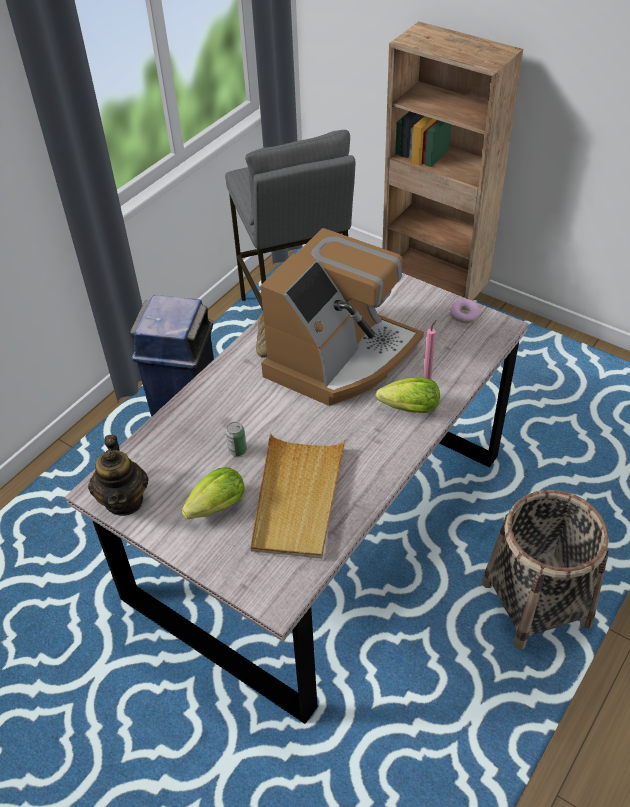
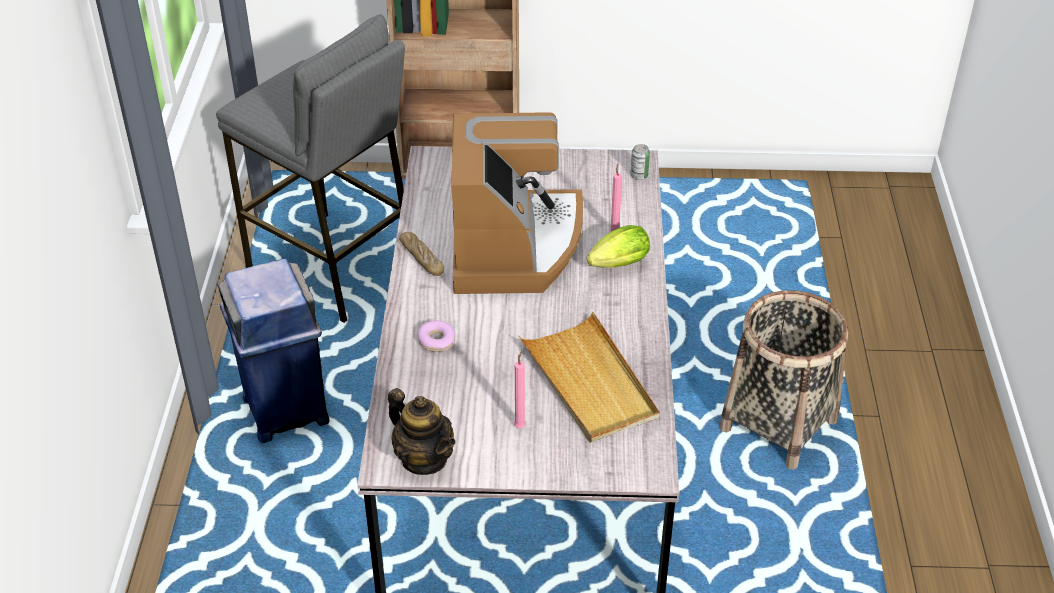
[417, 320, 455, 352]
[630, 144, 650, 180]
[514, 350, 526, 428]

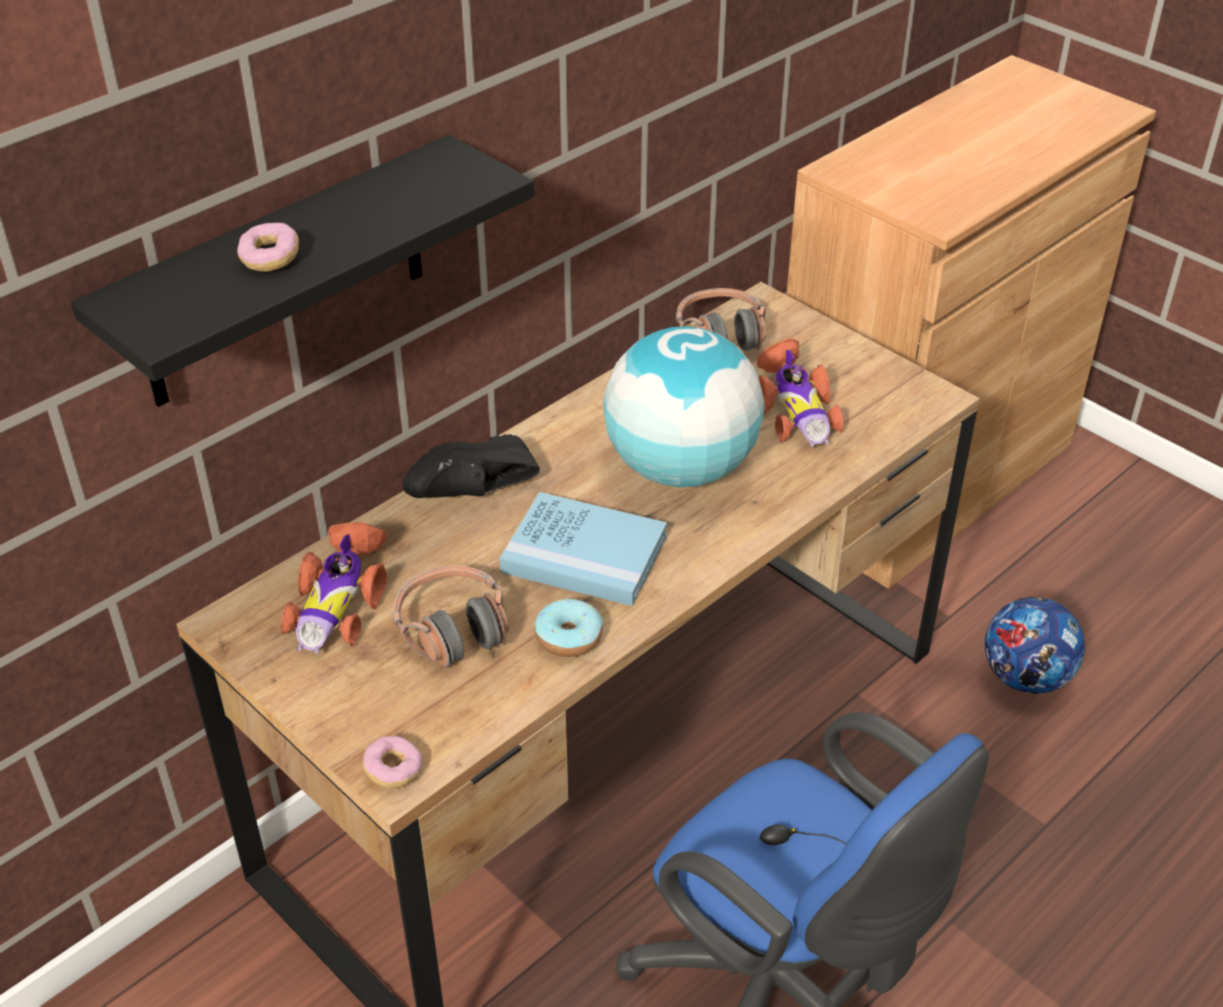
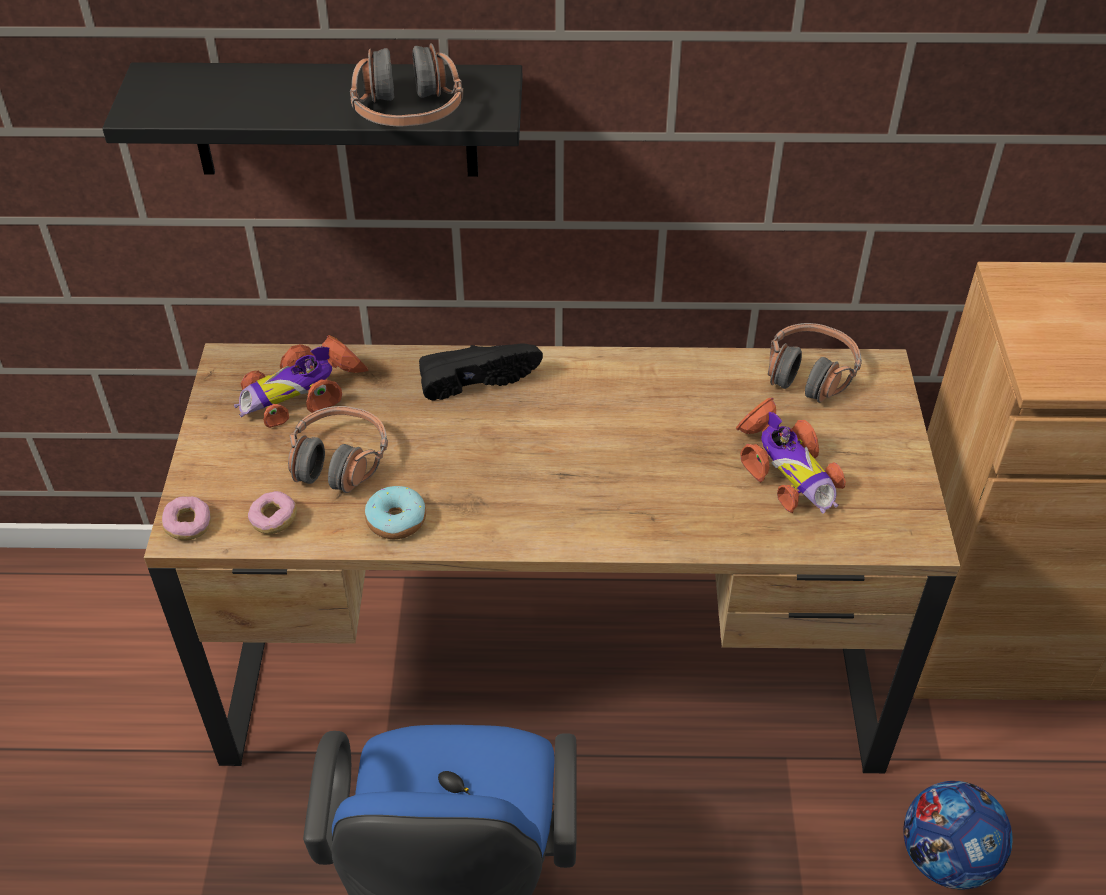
[248, 491, 297, 534]
[603, 326, 764, 487] (first image)
[736, 398, 846, 514]
[419, 343, 543, 401]
[500, 492, 667, 606] (first image)
[350, 43, 463, 126]

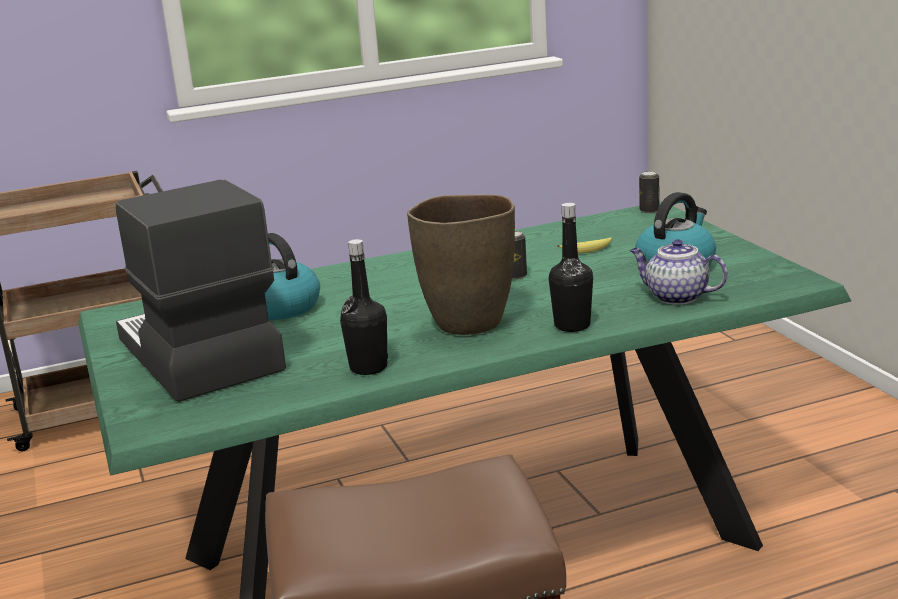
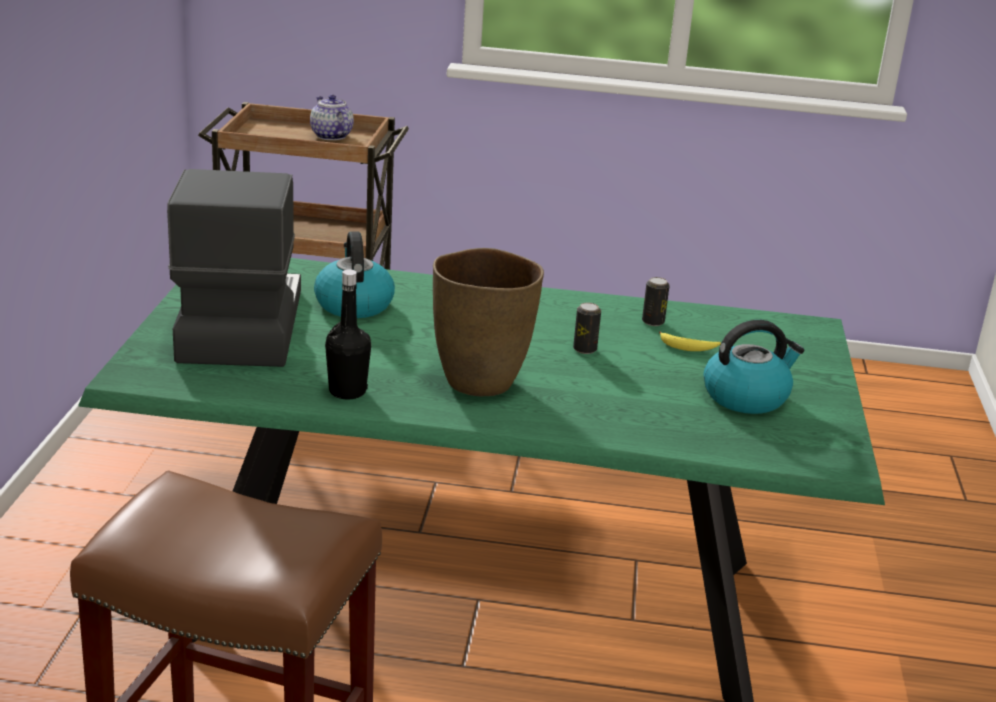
[642, 277, 670, 326]
[549, 203, 593, 332] (first image)
[310, 94, 354, 140]

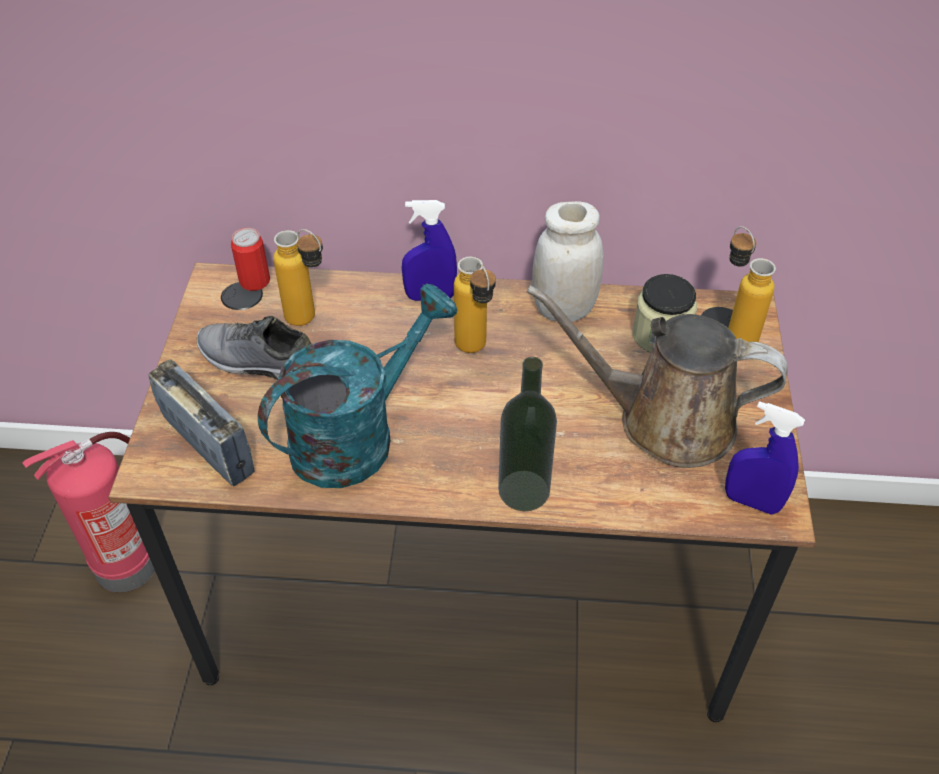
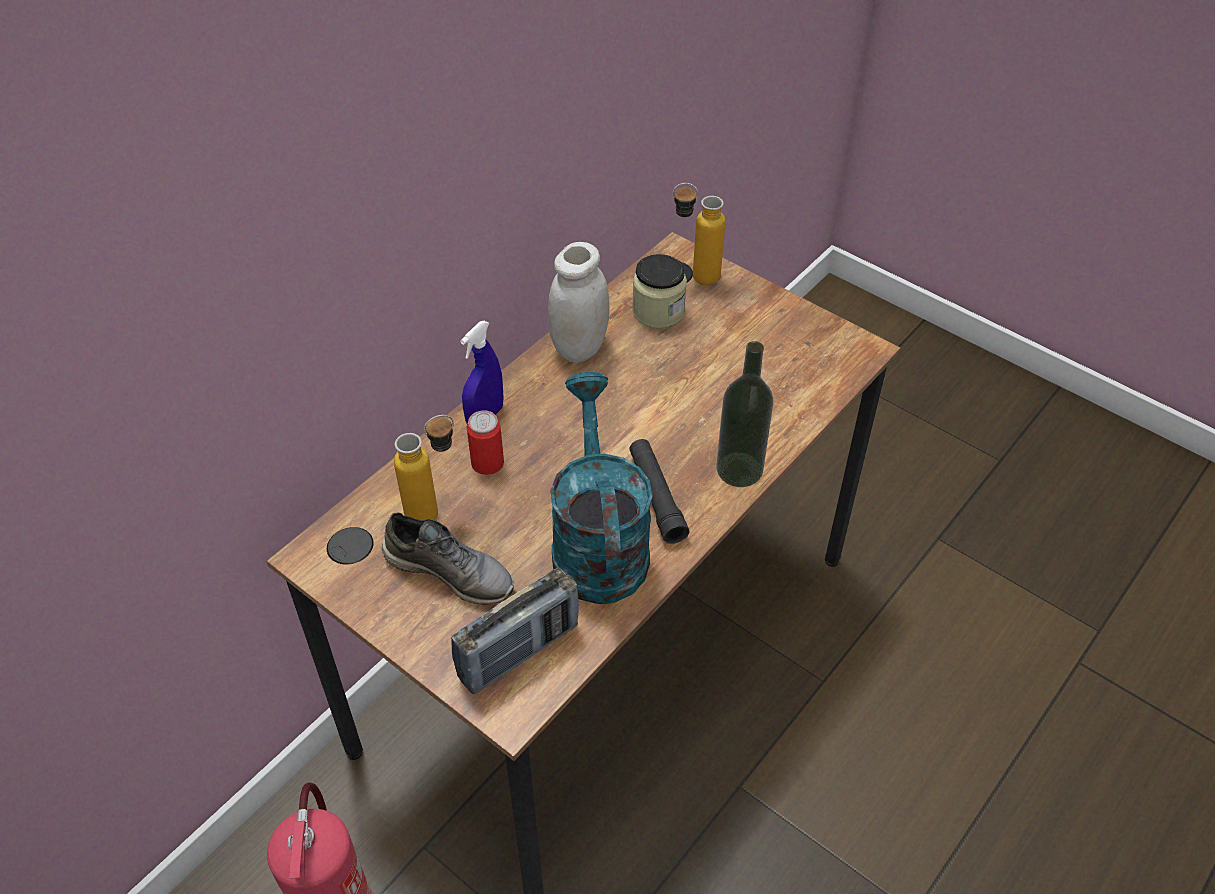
[467, 410, 504, 475]
[454, 256, 496, 353] (first image)
[527, 285, 788, 468] (first image)
[382, 512, 514, 605]
[451, 568, 579, 694]
[725, 401, 805, 515] (first image)
[629, 439, 689, 544]

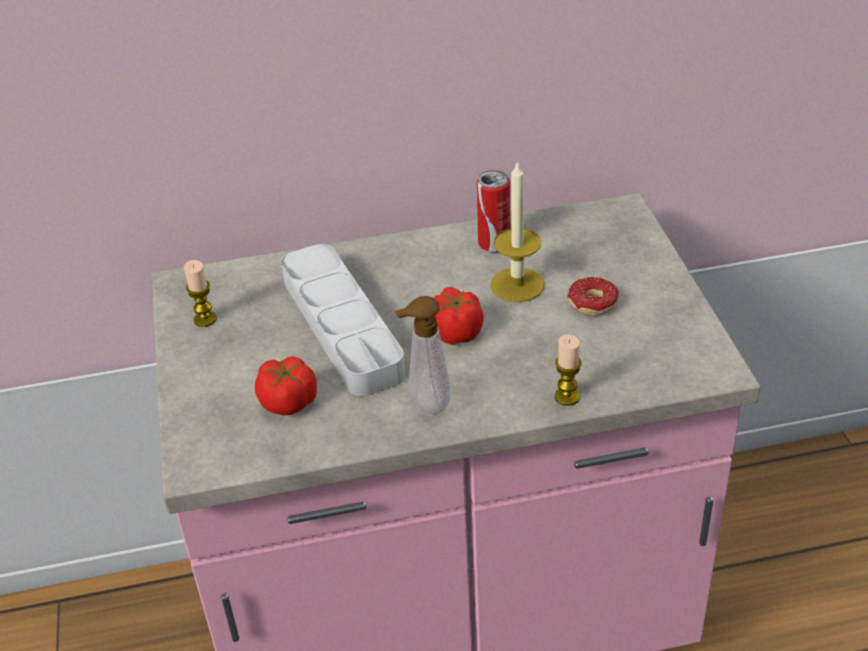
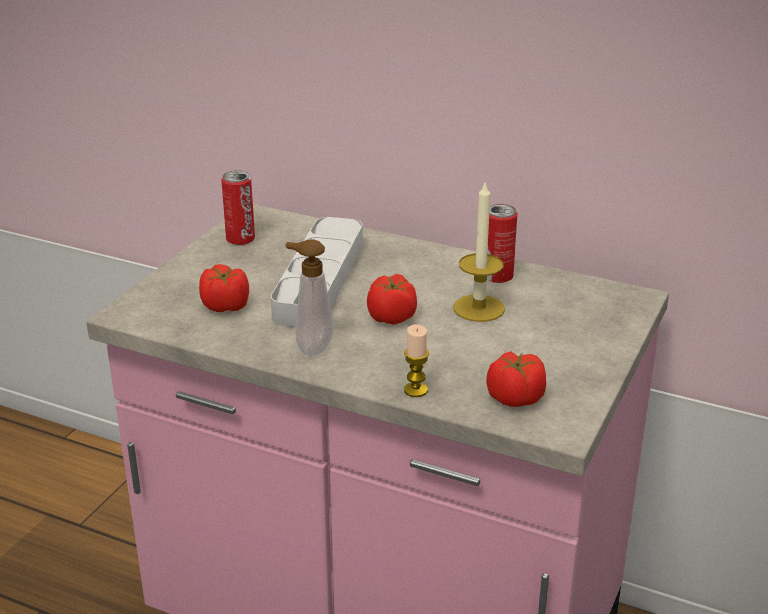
[221, 170, 255, 245]
[567, 277, 619, 316] (first image)
[487, 351, 546, 407]

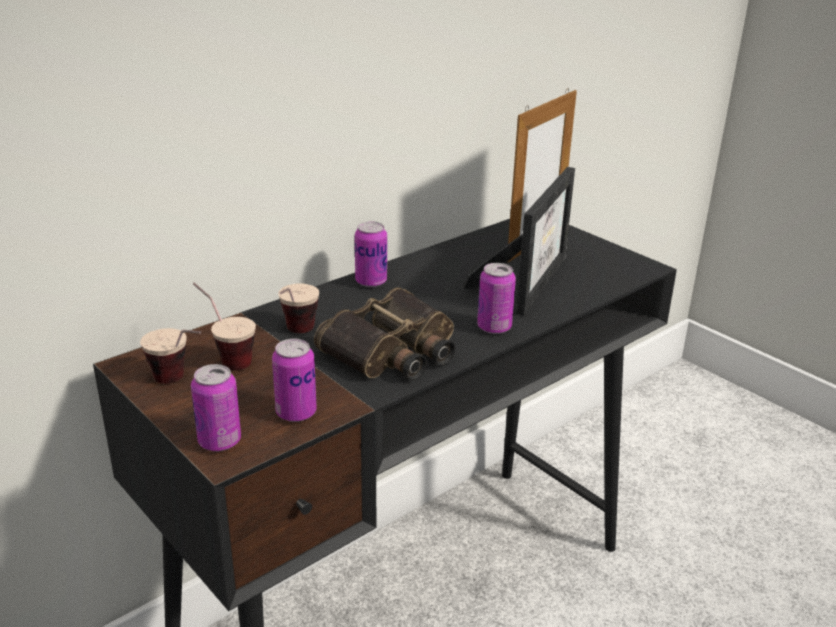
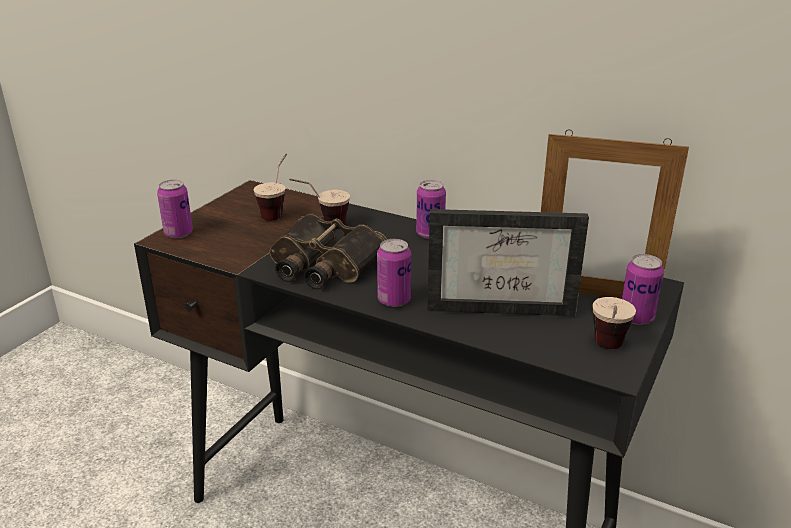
[592, 297, 636, 349]
[622, 254, 664, 325]

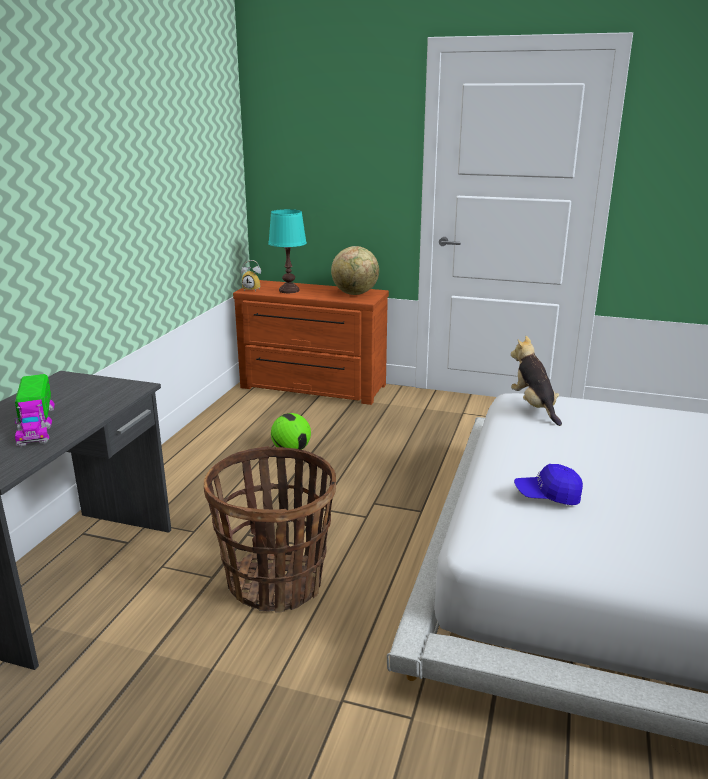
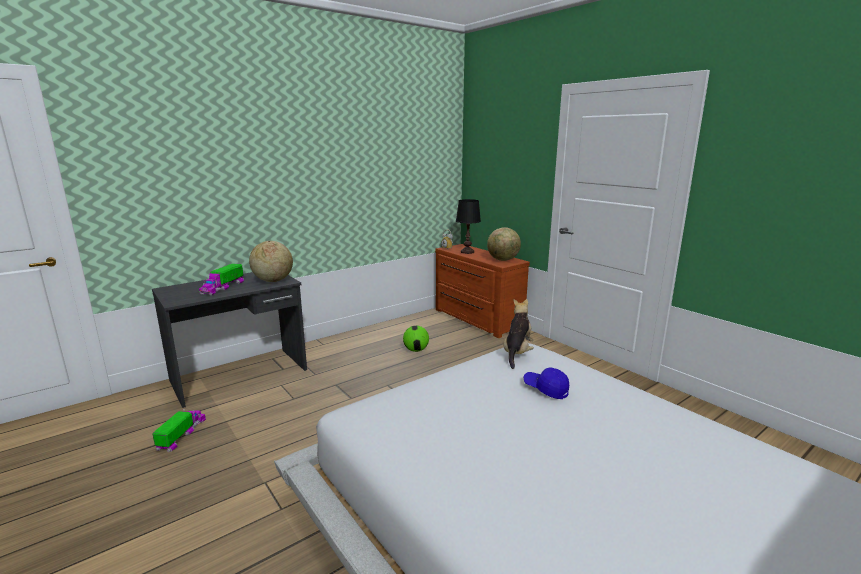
[456, 199, 481, 254]
[204, 446, 336, 613] (first image)
[524, 367, 569, 399]
[249, 241, 293, 282]
[152, 409, 206, 452]

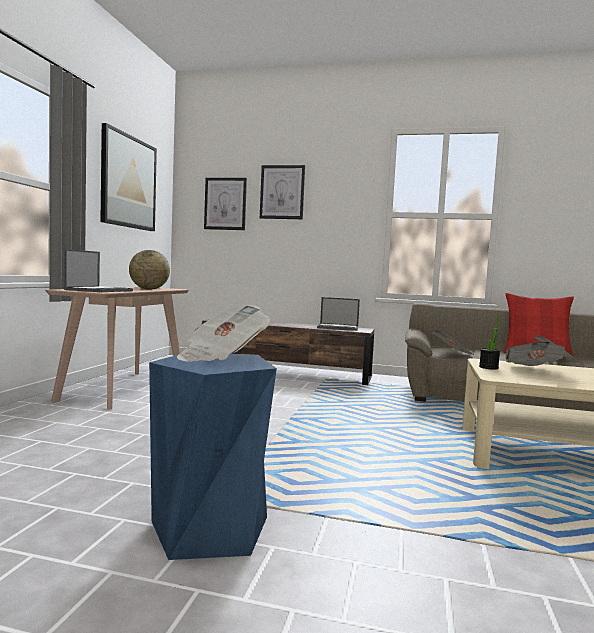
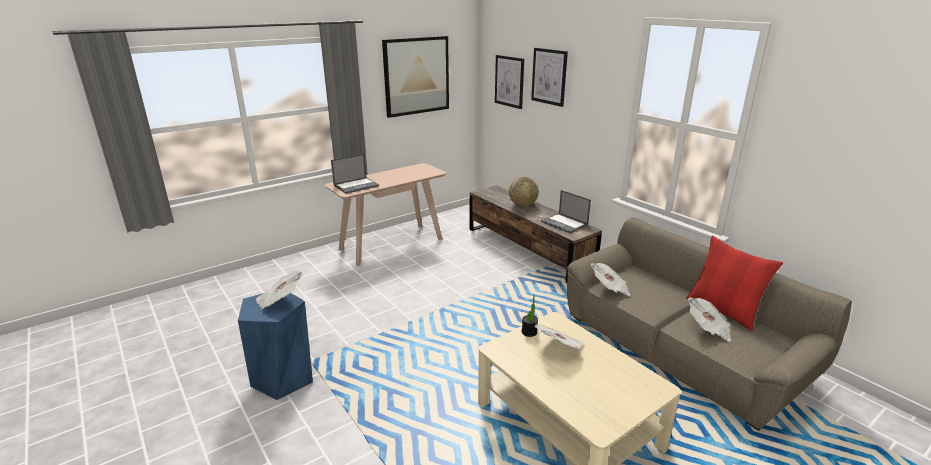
[509, 177, 539, 207]

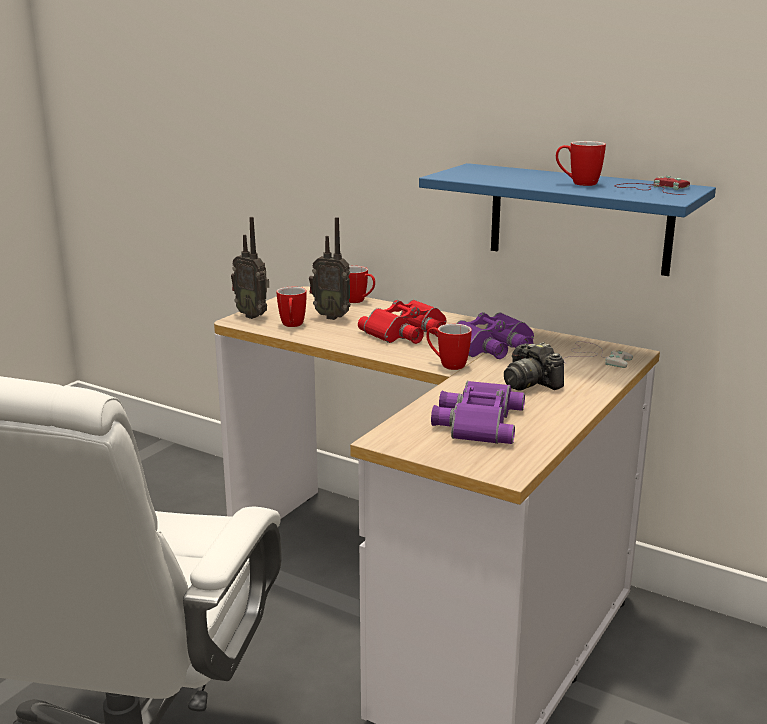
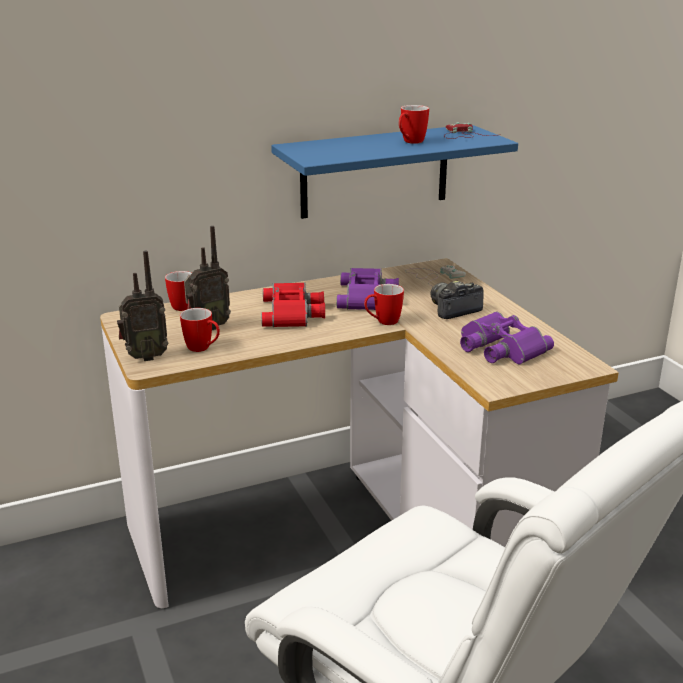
[431, 281, 484, 319]

